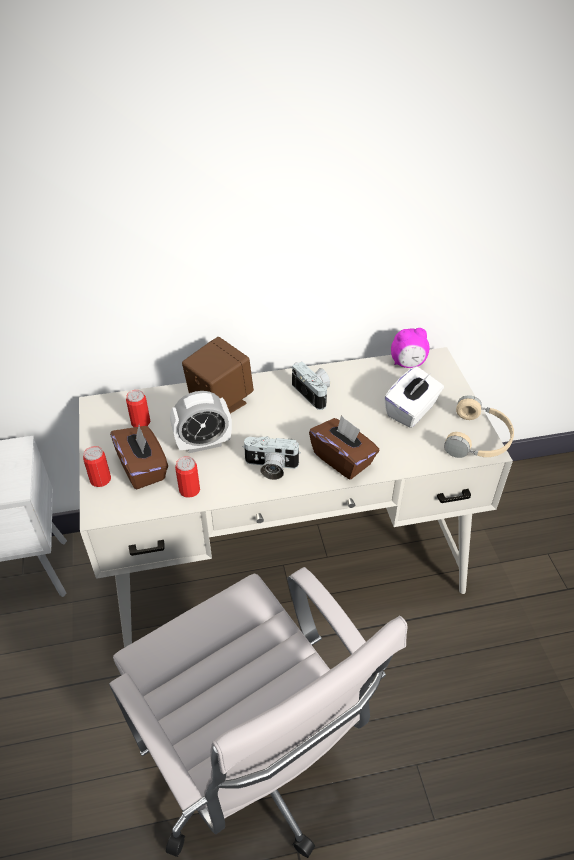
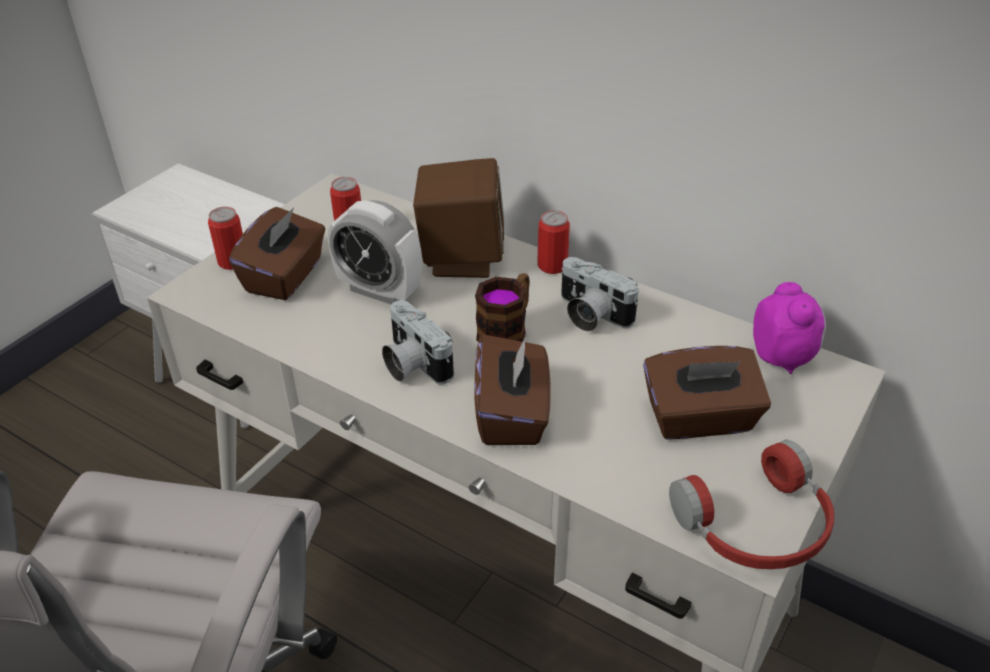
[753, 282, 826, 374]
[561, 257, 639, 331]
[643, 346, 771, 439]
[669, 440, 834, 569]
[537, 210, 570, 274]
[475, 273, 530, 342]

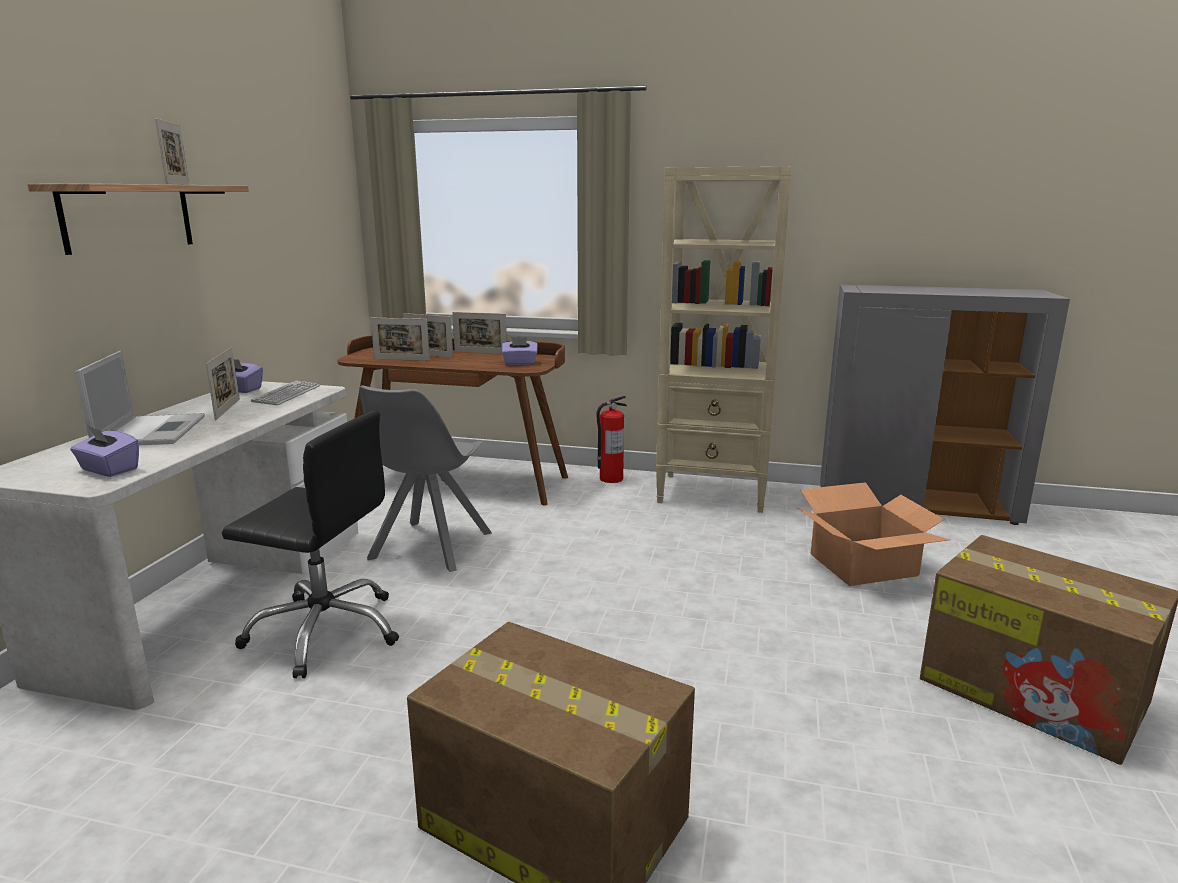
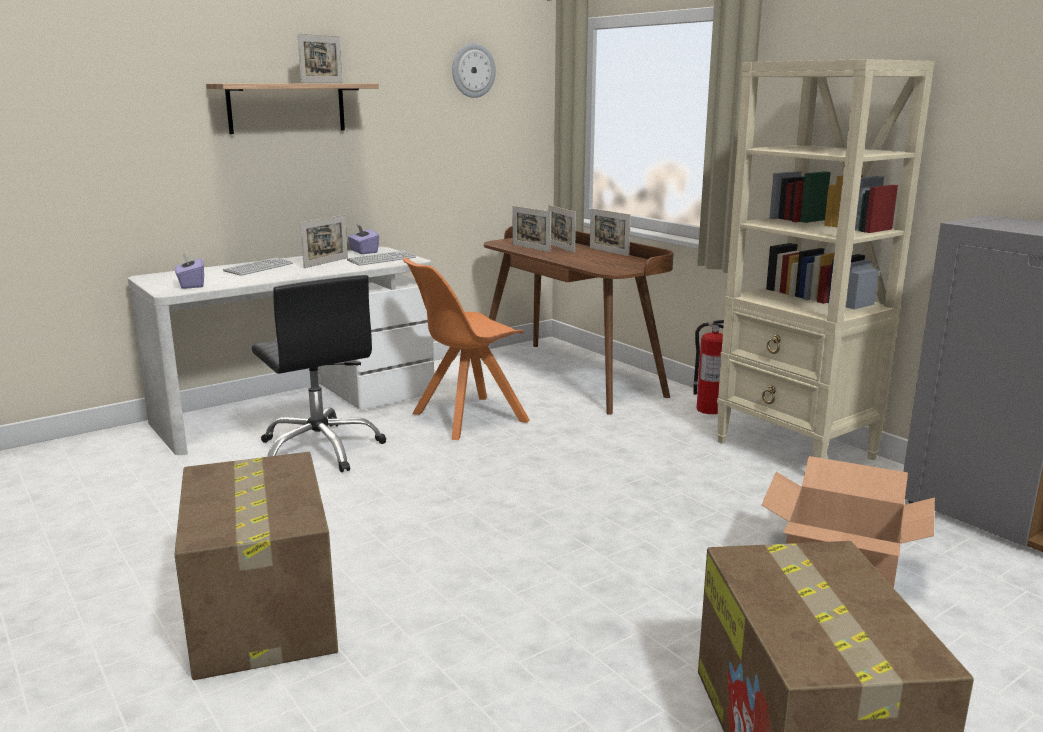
[502, 337, 538, 365] (first image)
[223, 257, 293, 276]
[403, 257, 529, 440]
[452, 43, 496, 98]

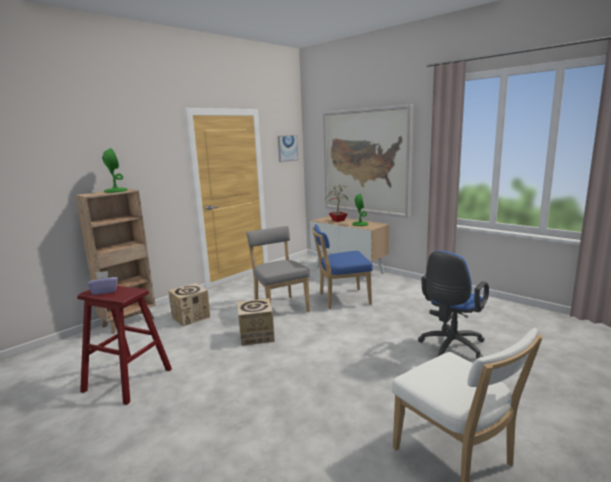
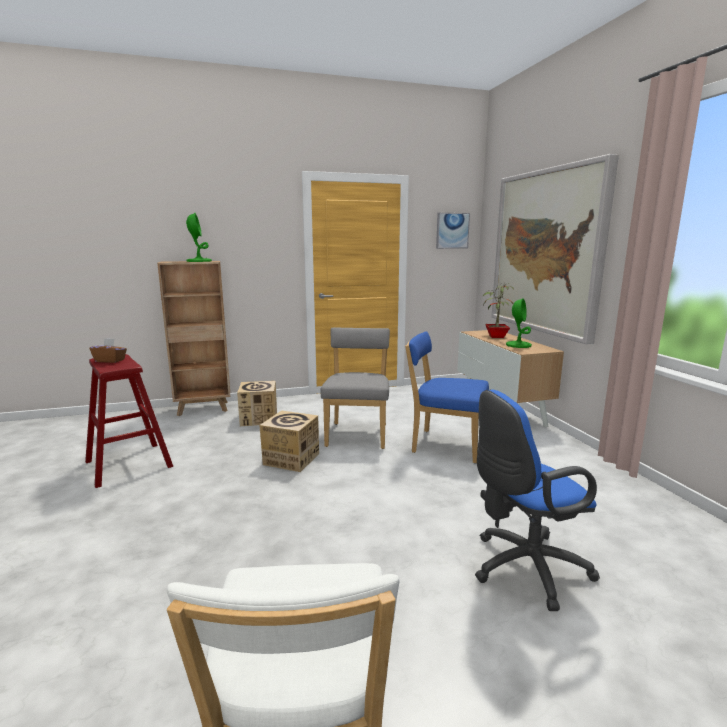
[90, 338, 127, 363]

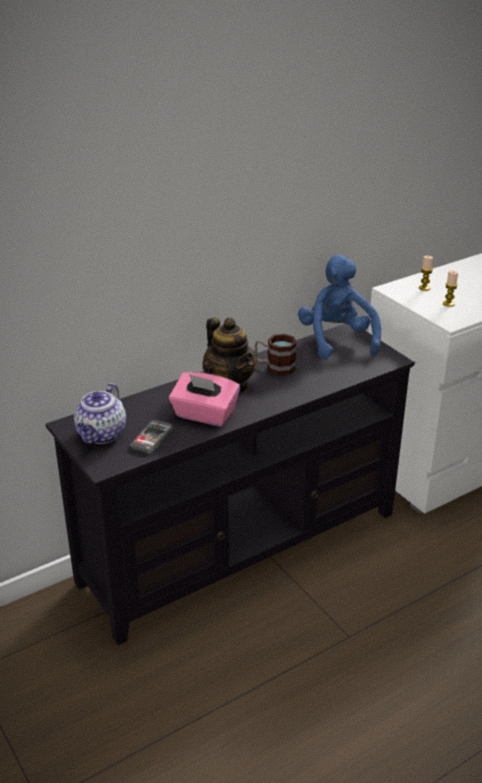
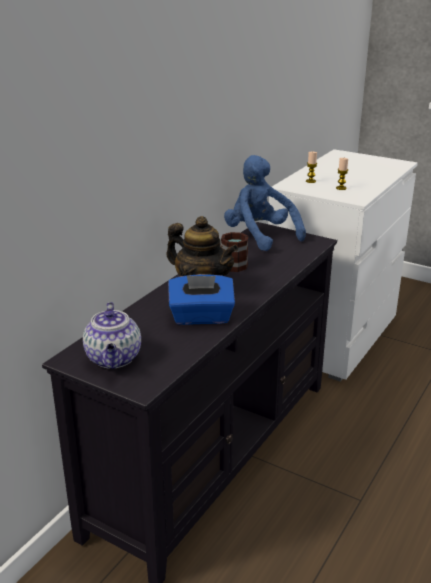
[168, 274, 235, 325]
[130, 420, 173, 453] (first image)

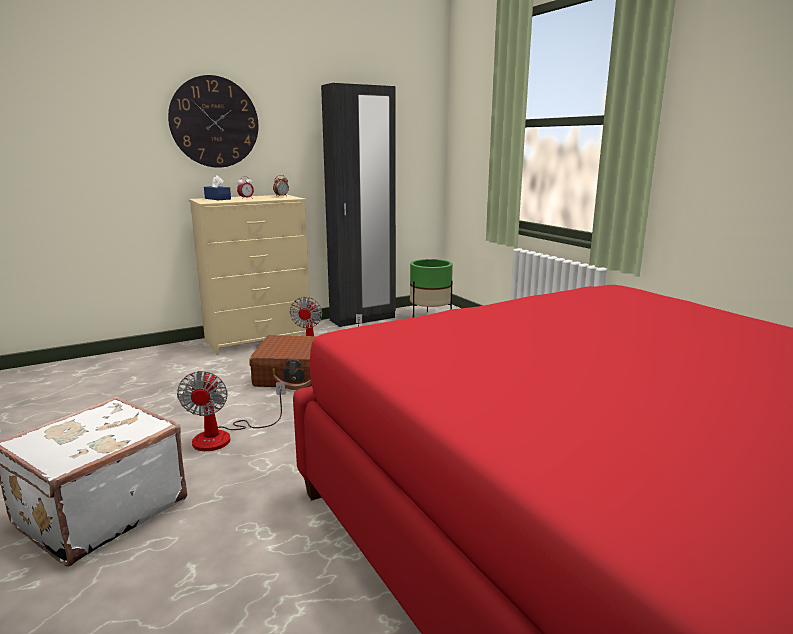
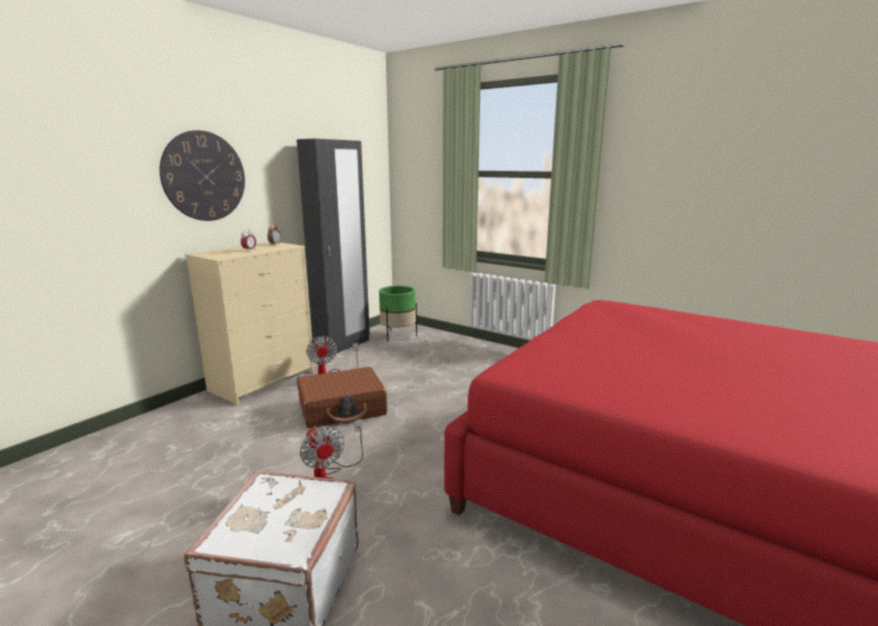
[204, 175, 231, 200] (first image)

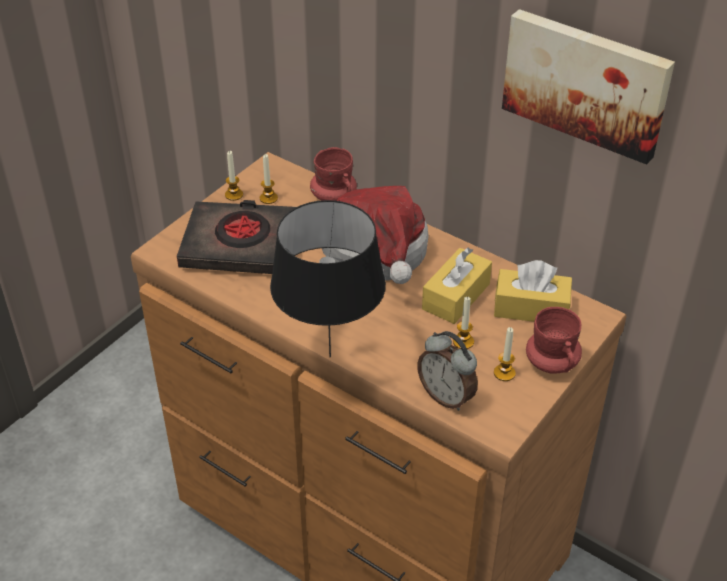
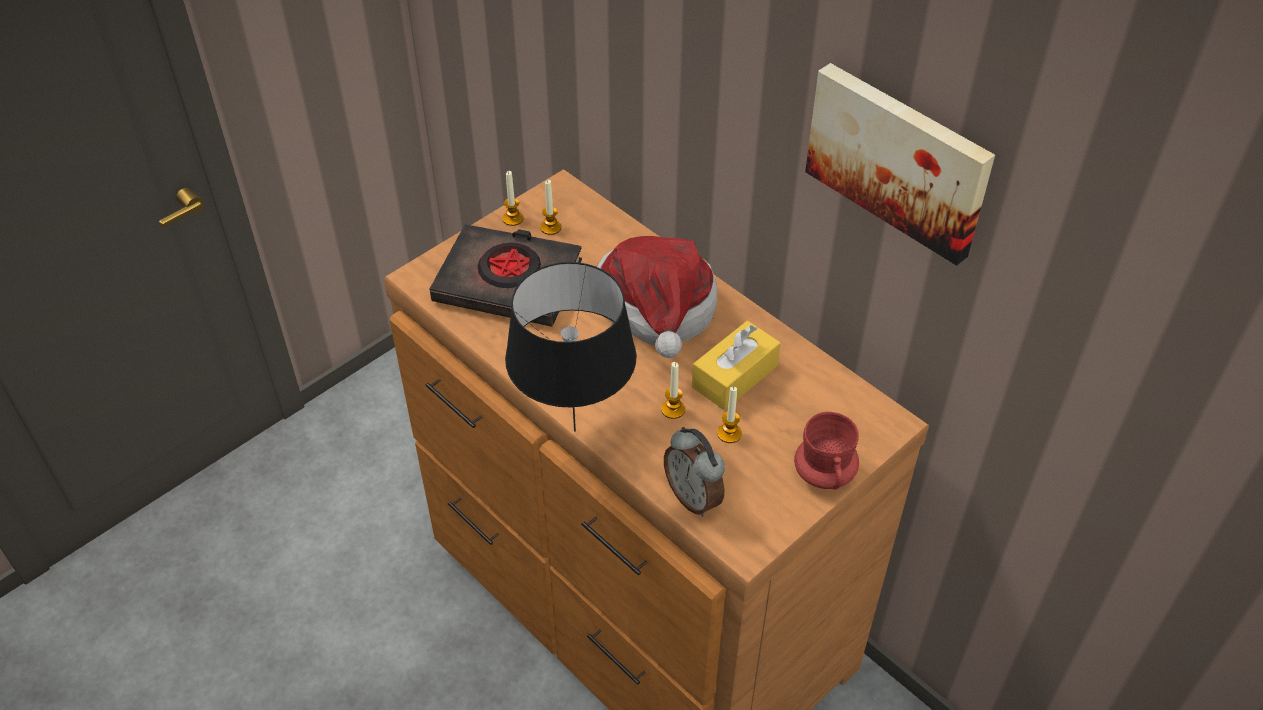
[310, 147, 357, 201] (first image)
[494, 260, 572, 322] (first image)
[661, 362, 685, 419]

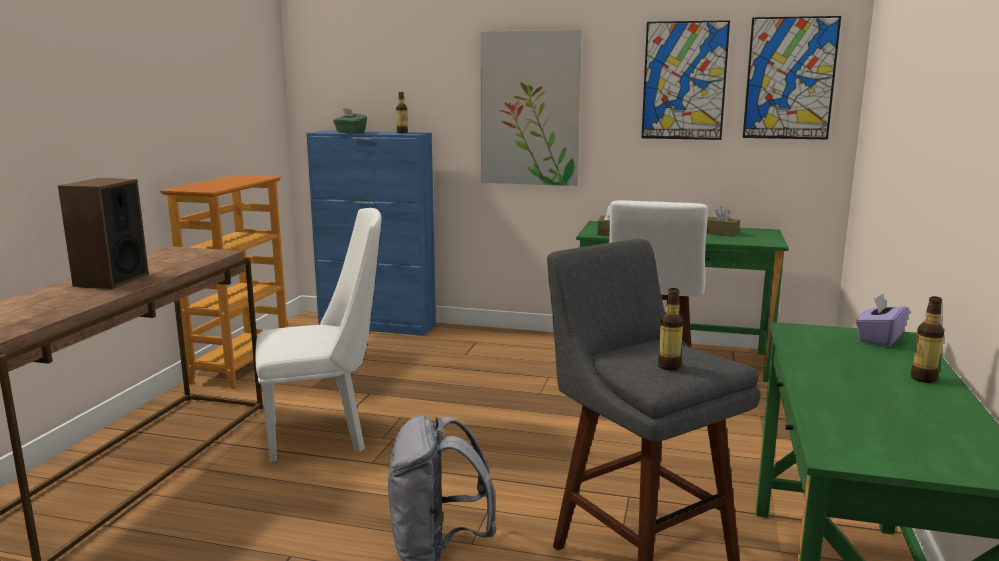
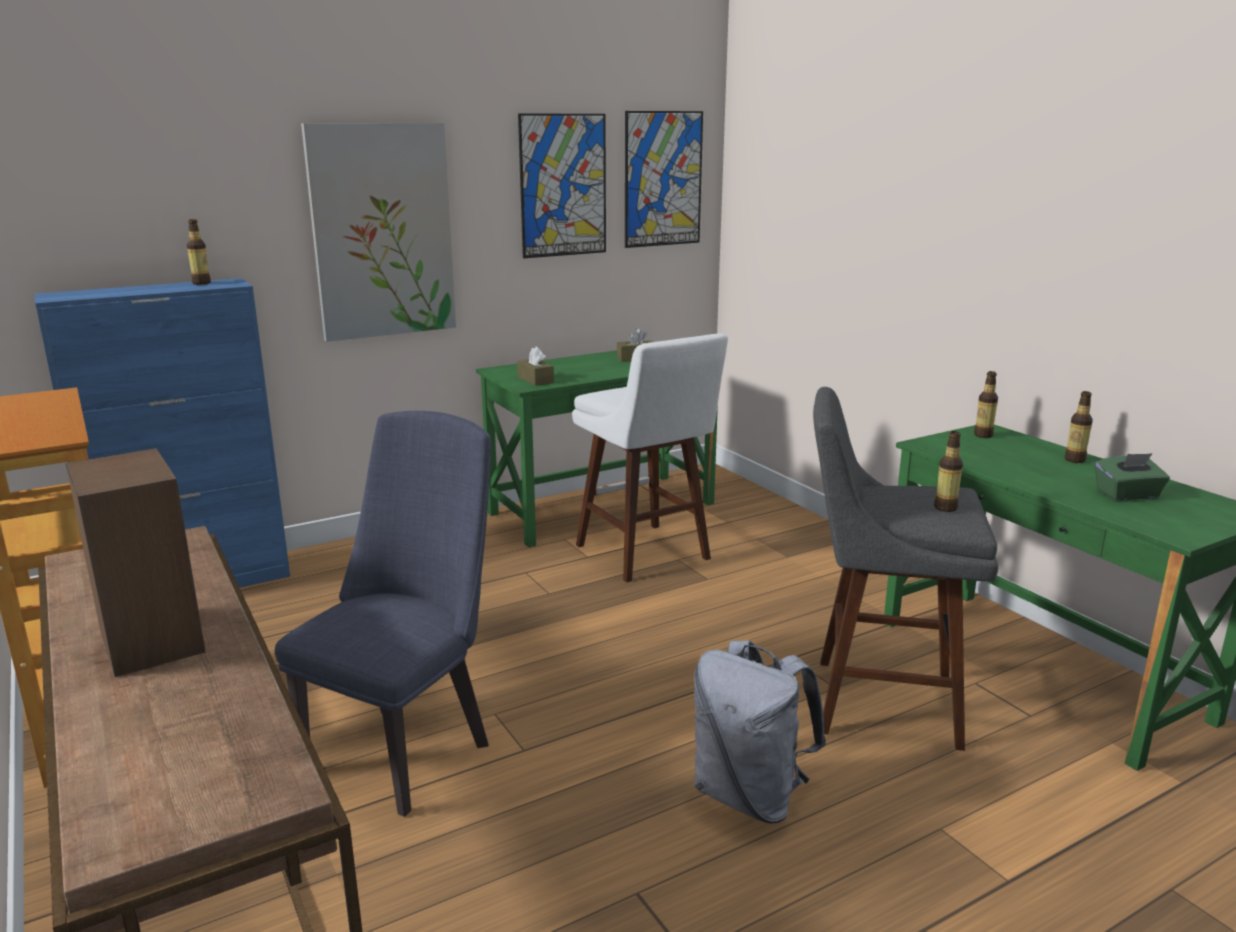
[1095, 453, 1170, 501]
[275, 411, 491, 817]
[974, 371, 998, 438]

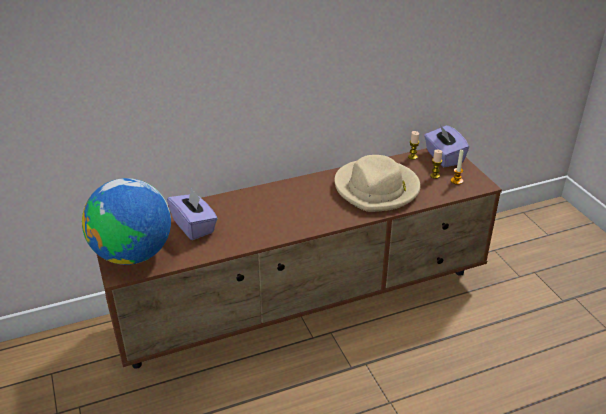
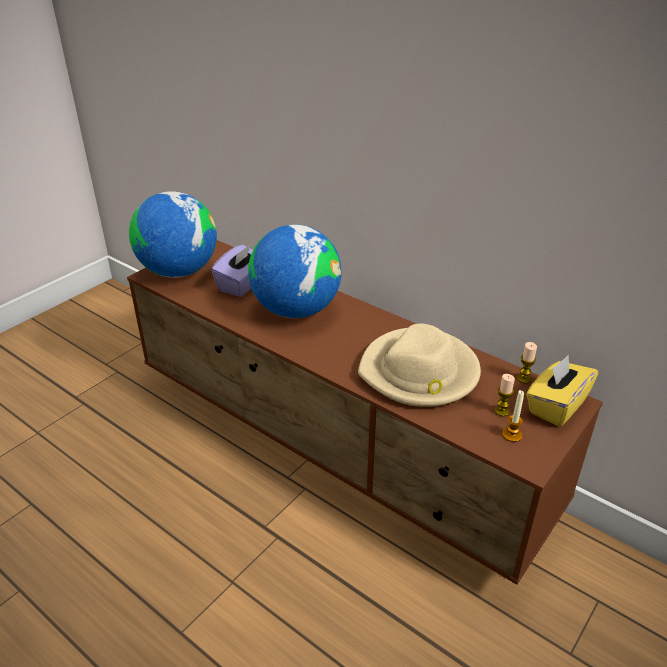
[526, 355, 598, 427]
[248, 225, 342, 318]

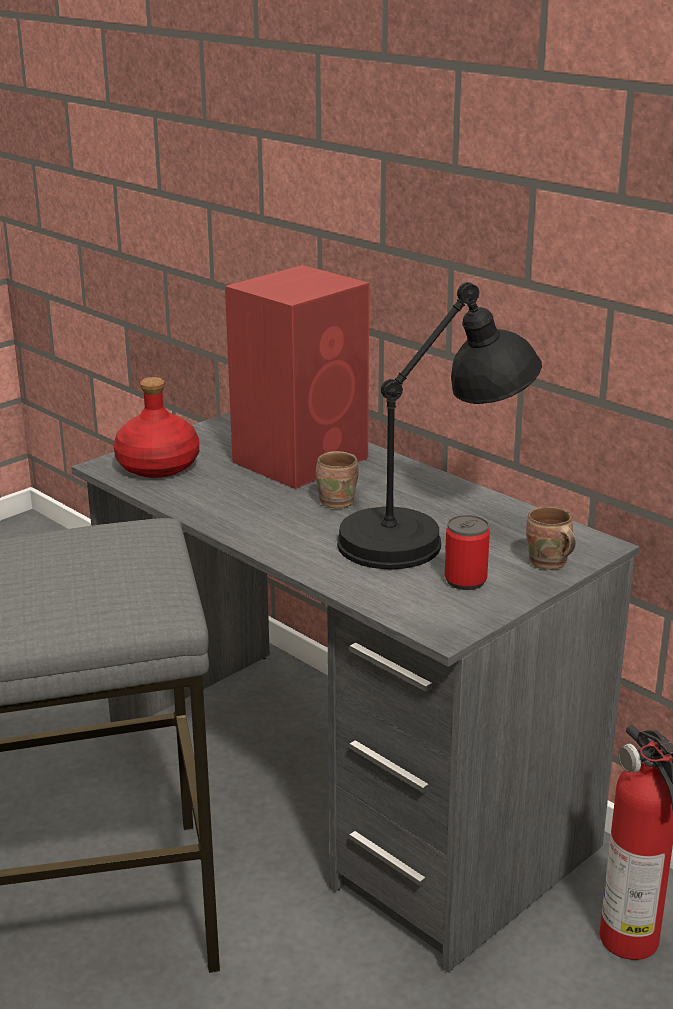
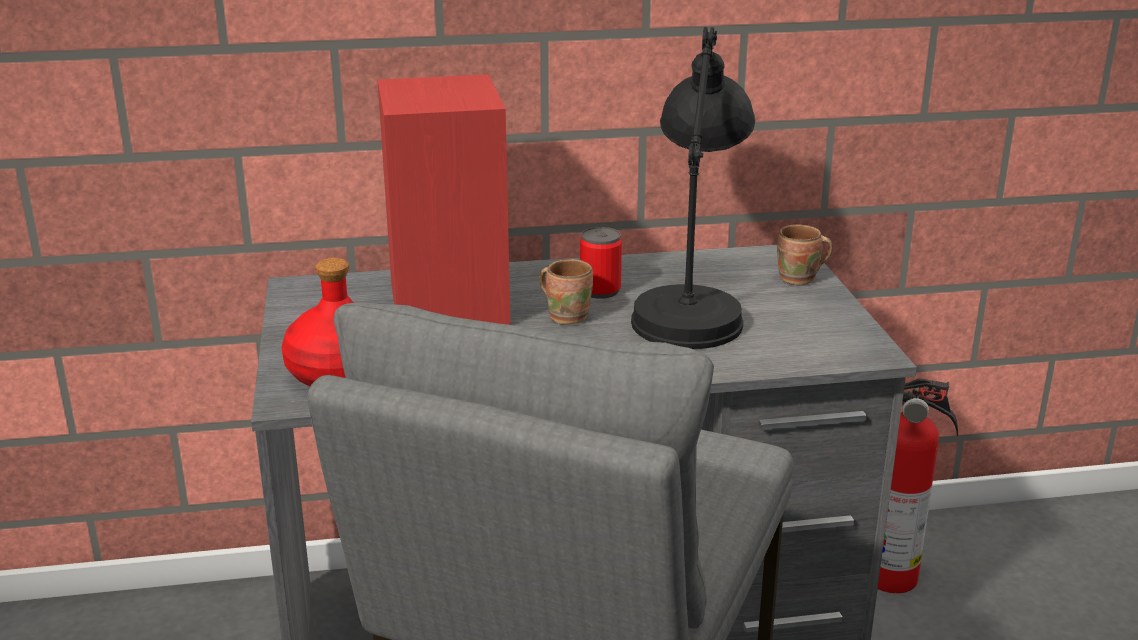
[580, 227, 622, 299]

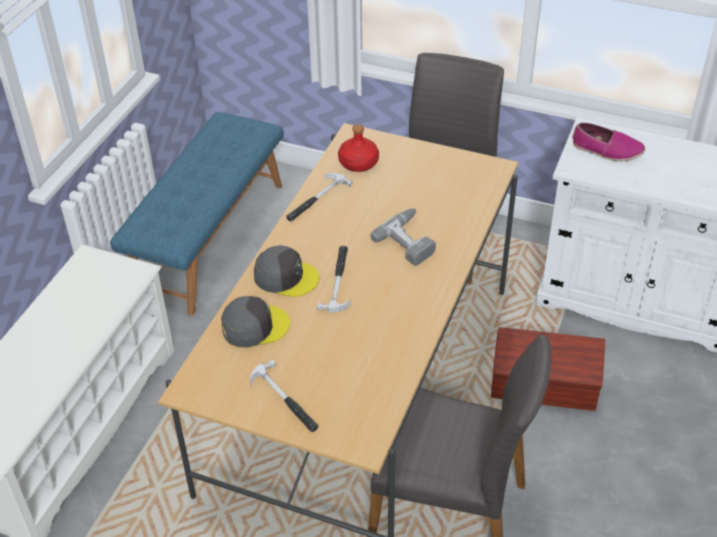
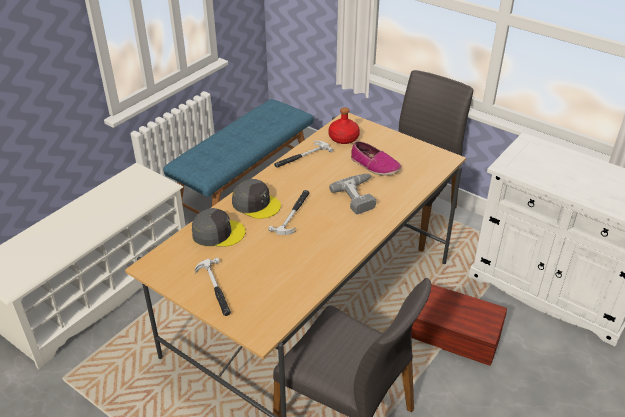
[351, 141, 401, 176]

